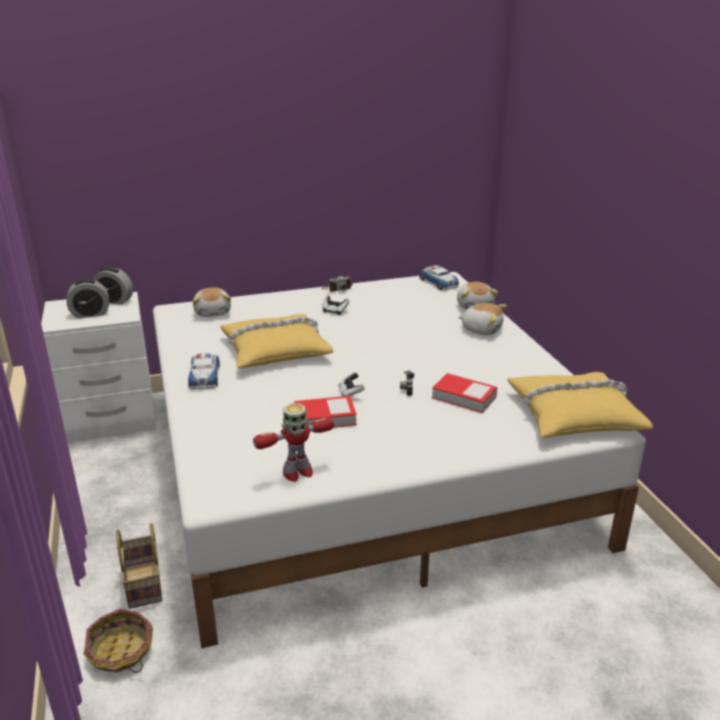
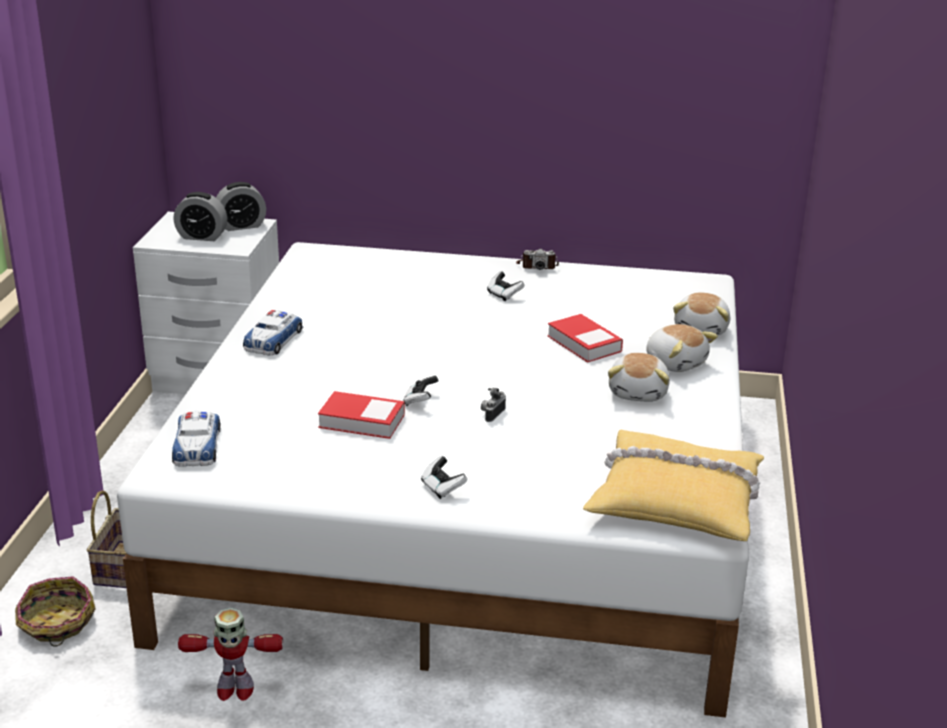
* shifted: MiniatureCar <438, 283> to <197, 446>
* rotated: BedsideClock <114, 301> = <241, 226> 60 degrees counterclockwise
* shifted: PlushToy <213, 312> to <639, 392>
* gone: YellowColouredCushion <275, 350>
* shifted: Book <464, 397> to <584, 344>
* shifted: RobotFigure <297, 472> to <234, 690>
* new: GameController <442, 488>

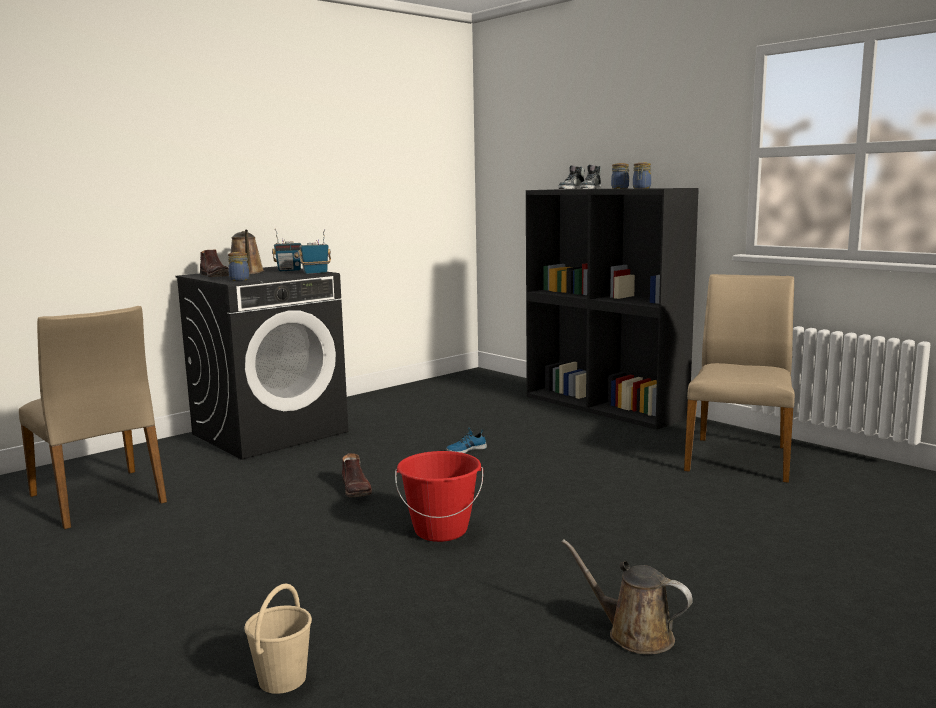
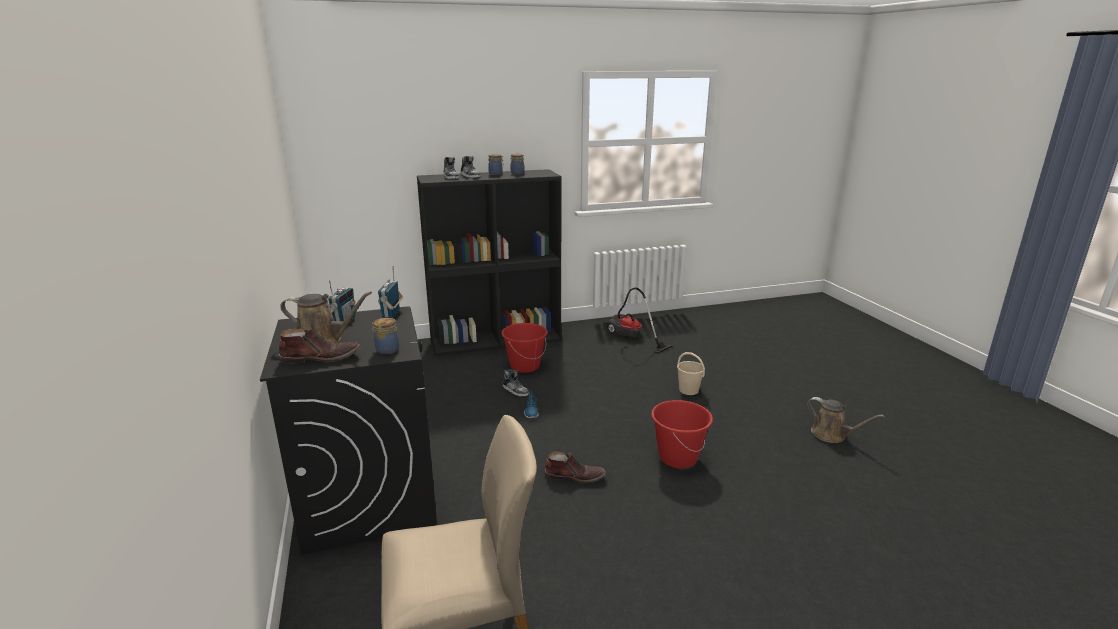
* swapped: BeigeUprightChair <739, 458> to VacuumCleaner <630, 338>
* rotated: BrownWateringPot <634, 634> = <832, 435> 105 degrees counterclockwise
* shifted: BeigeWaterBucket <283, 679> to <688, 390>
* new: RedColouredWaterBucket <525, 366>
* new: Shoe <515, 390>

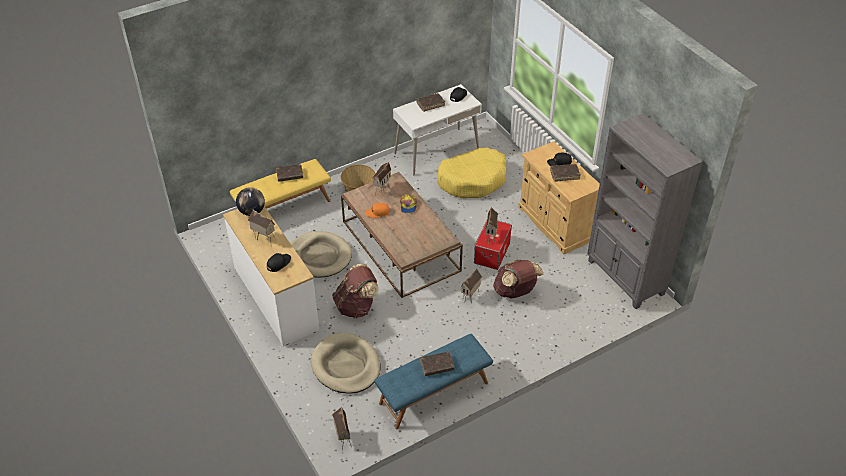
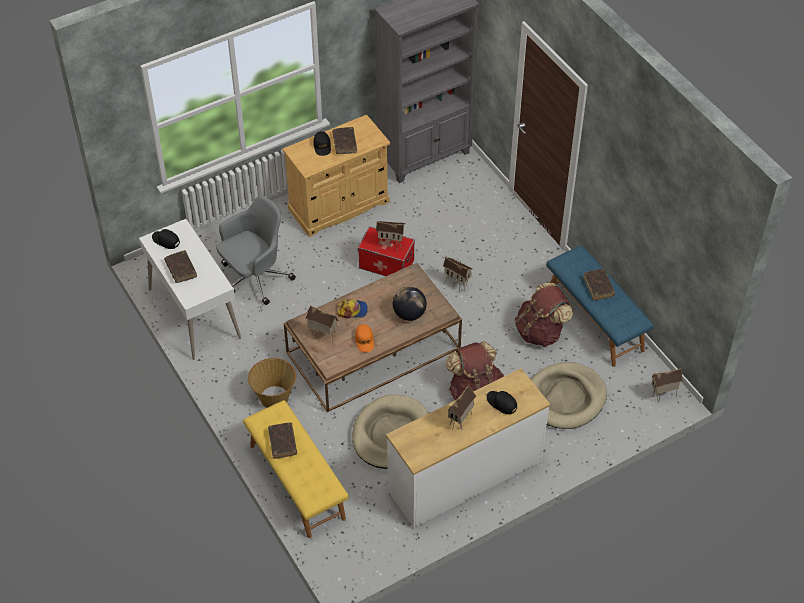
* swapped: YellowColouredDogBed <472, 180> to GrayComputerChair <255, 278>
* shifted: WorldGlobe <252, 211> to <409, 314>
* shifted: BrownRucksack <515, 292> to <540, 332>

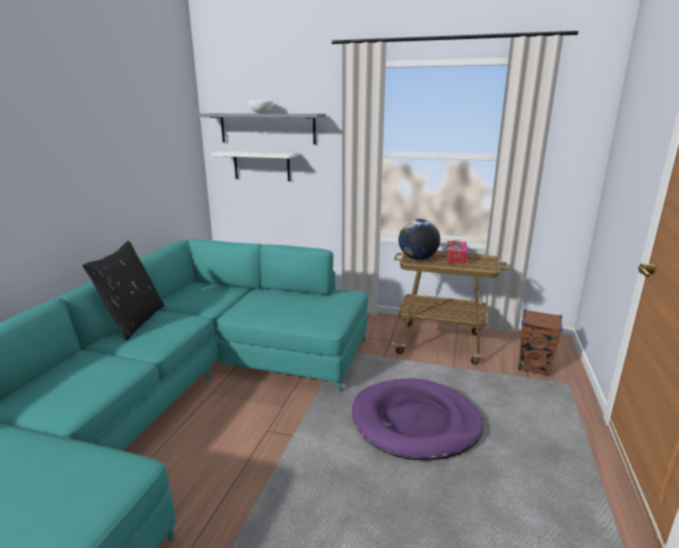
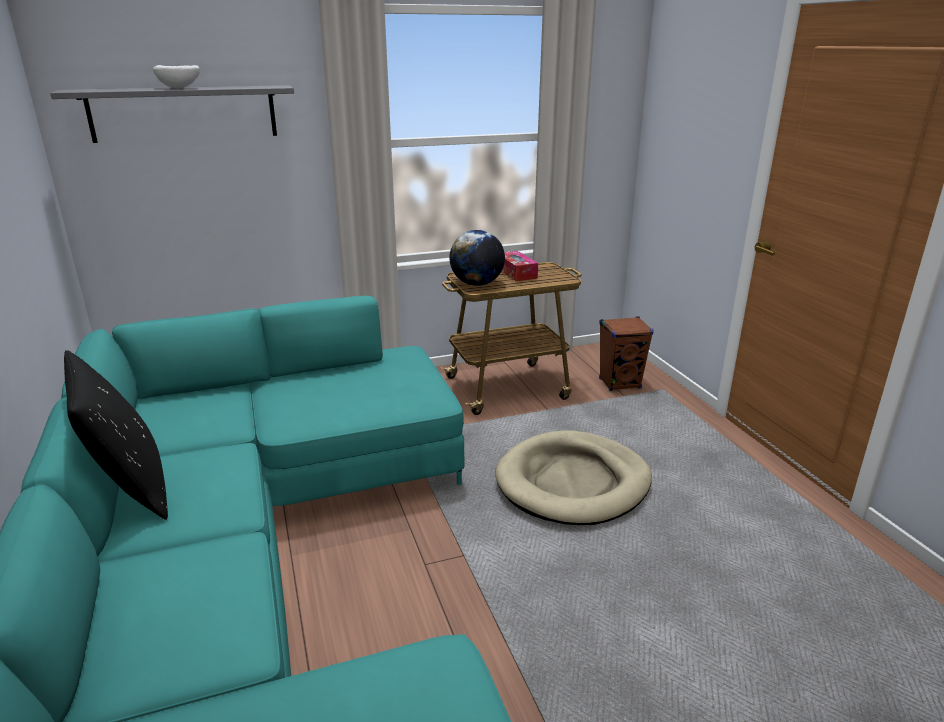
* gone: WhiteColouredShelf <261, 166>
* repainted: PurpleDogBed <415, 422> to BeigeDogBed <573, 483>

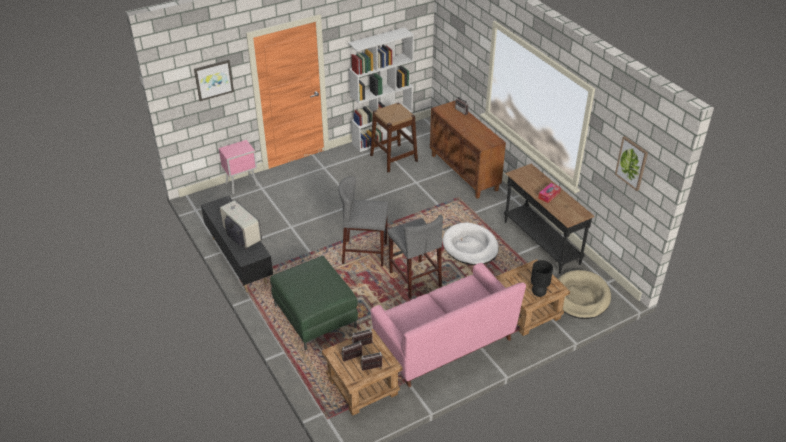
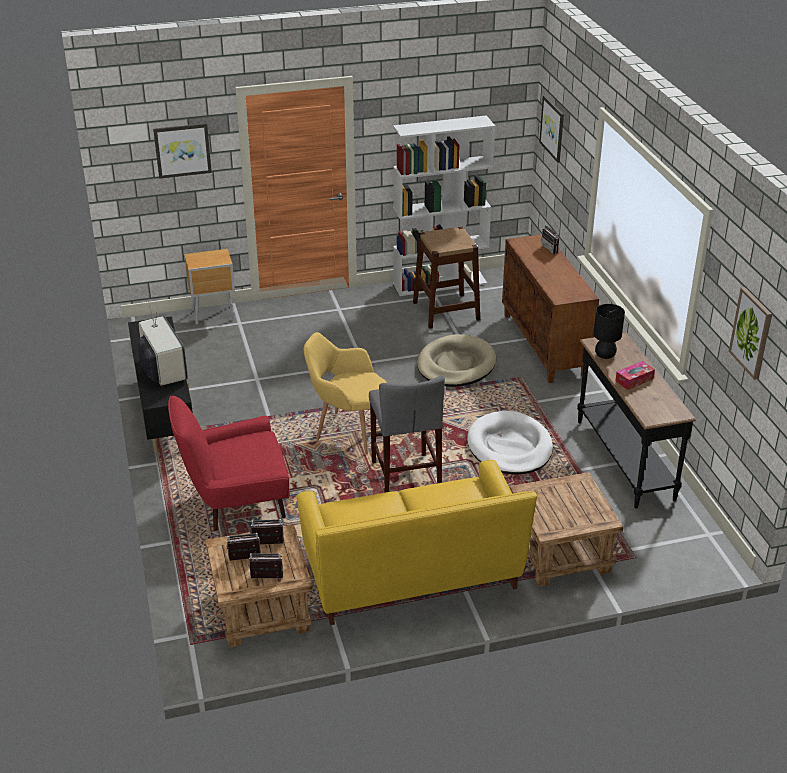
* repainted: PinkishNightstand <242, 185> to BrownNightstand <215, 315>
* swapped: GraySittingStool <365, 253> to YellowColouredEasyChair <347, 431>
* swapped: GreenishPouffe <315, 317> to RedColouredEasyChair <236, 503>
* shifted: BlackLampForATable <538, 293> to <605, 355>
* repainted: PinkishCouch <444, 343> to YellowColouredCouch <411, 574>
* shifted: BeigeDogBed <581, 297> to <456, 365>
* new: WallArt <552, 128>

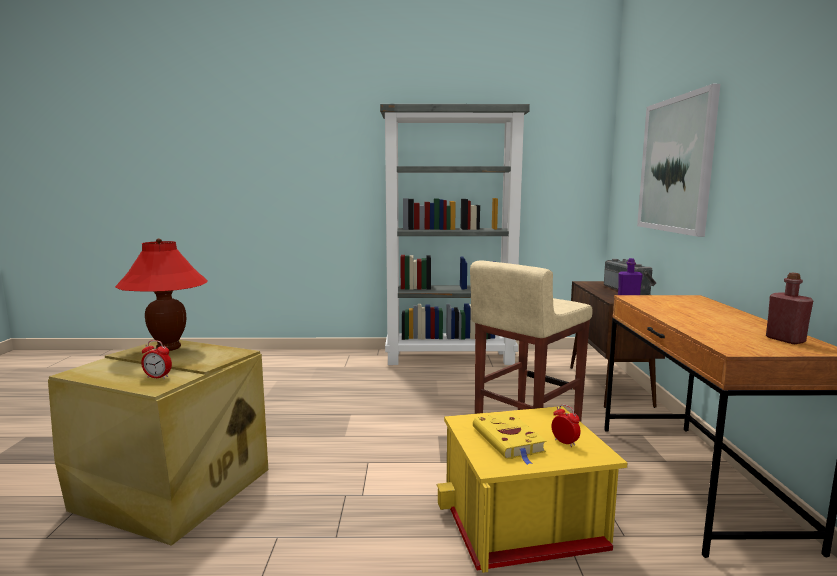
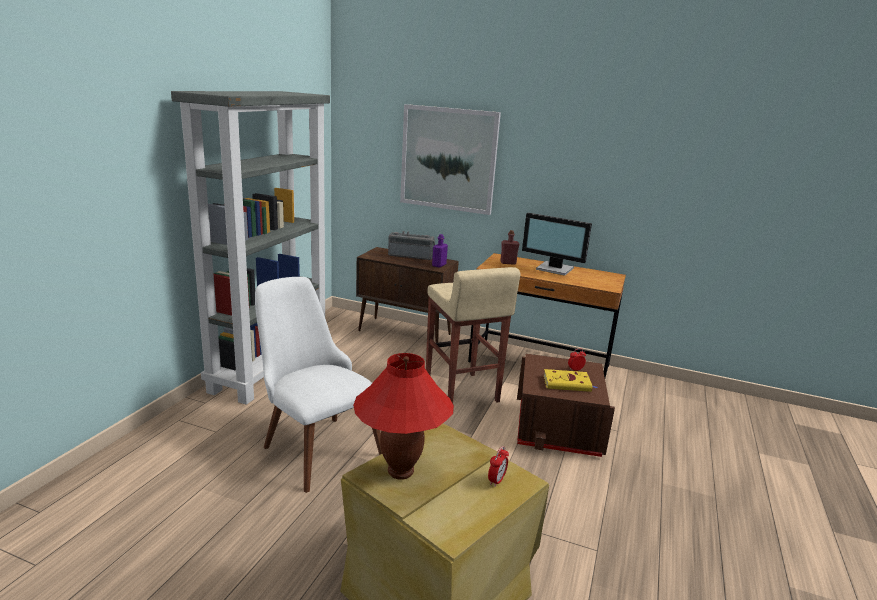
* shifted: RedColouredBottle <785, 340> to <508, 263>
* repainted: YellowColouredStorageBox <524, 522> to BrownStorageBox <558, 428>
* new: ComputerScreen <555, 269>
* new: WhiteColouredUprightChair <314, 444>

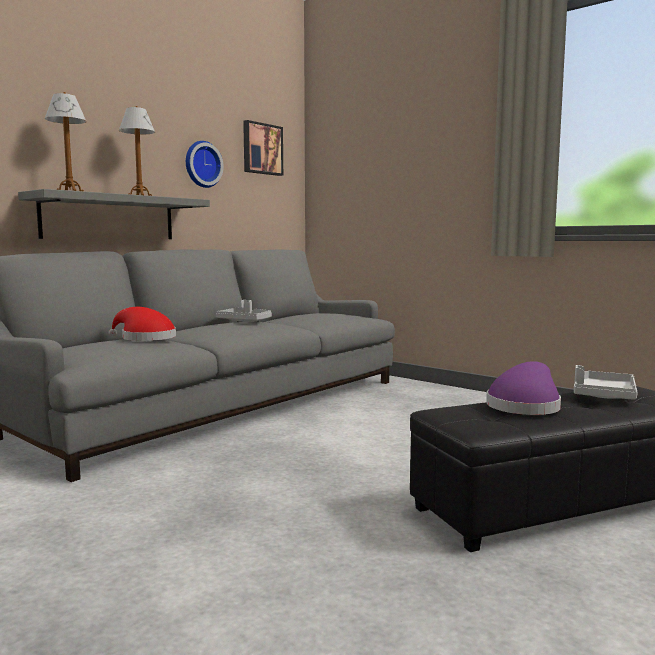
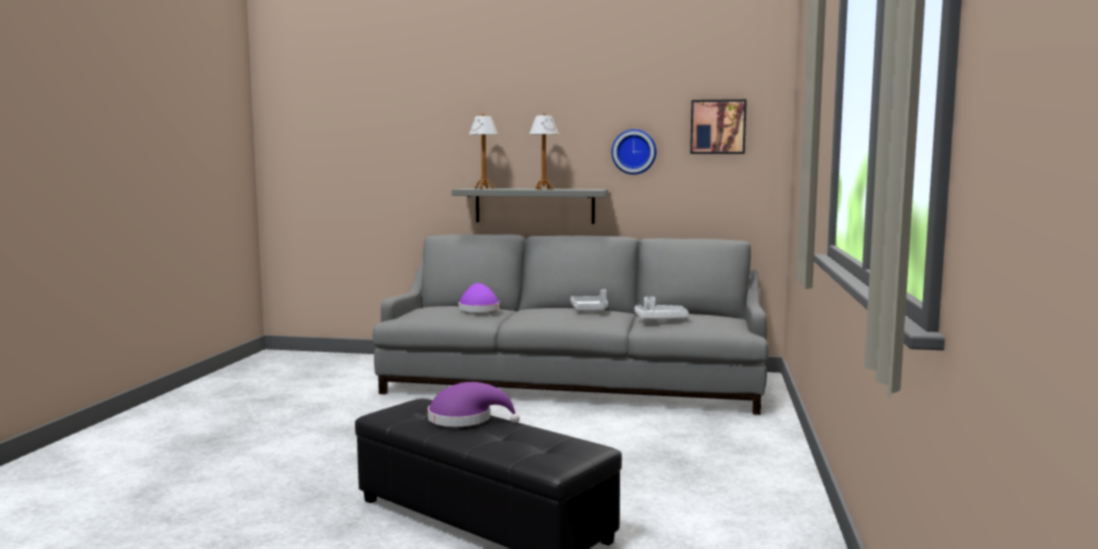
* repainted: RedColouredClothingHat <145, 338> to PurpleClothingHat <478, 309>
* shifted: WhiteColouredServingTray <603, 395> to <660, 319>

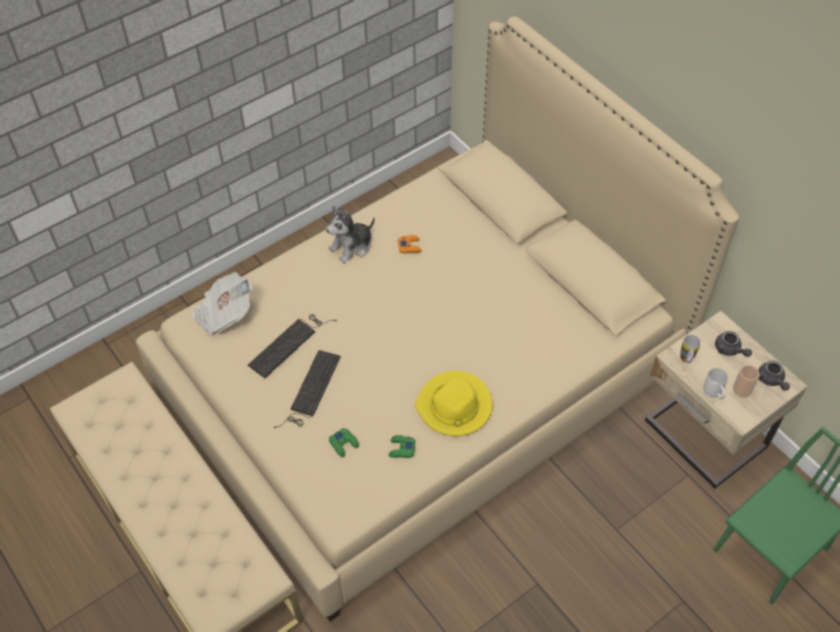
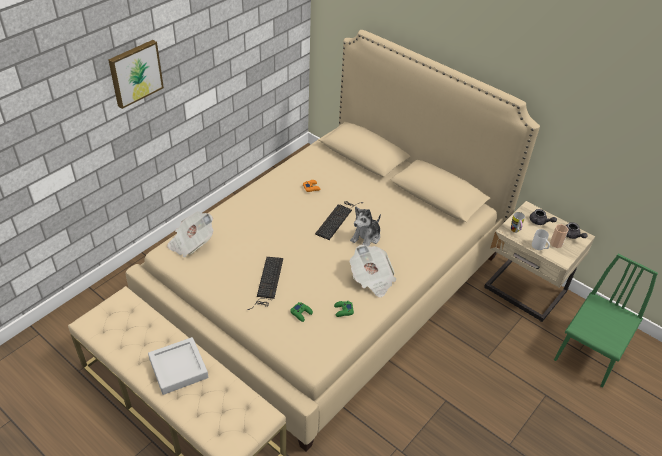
* shifted: PlushToy <352, 246> to <366, 237>
* shifted: PcKeyboard <289, 343> to <337, 218>
* swapped: YellowColouredClothingHat <454, 406> to PrintedPaper <372, 279>
* new: WallArt <135, 73>
* new: GrayServingTray <178, 368>

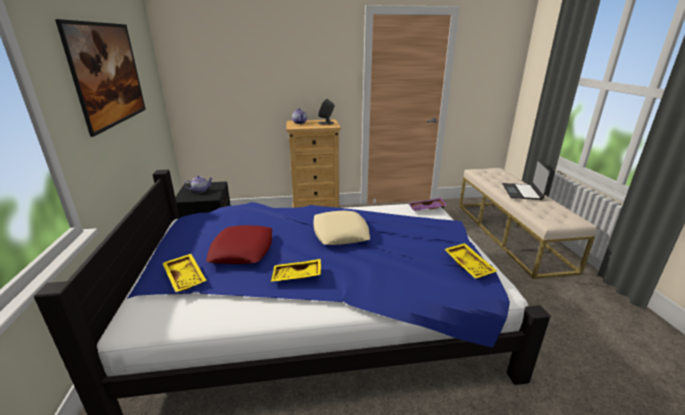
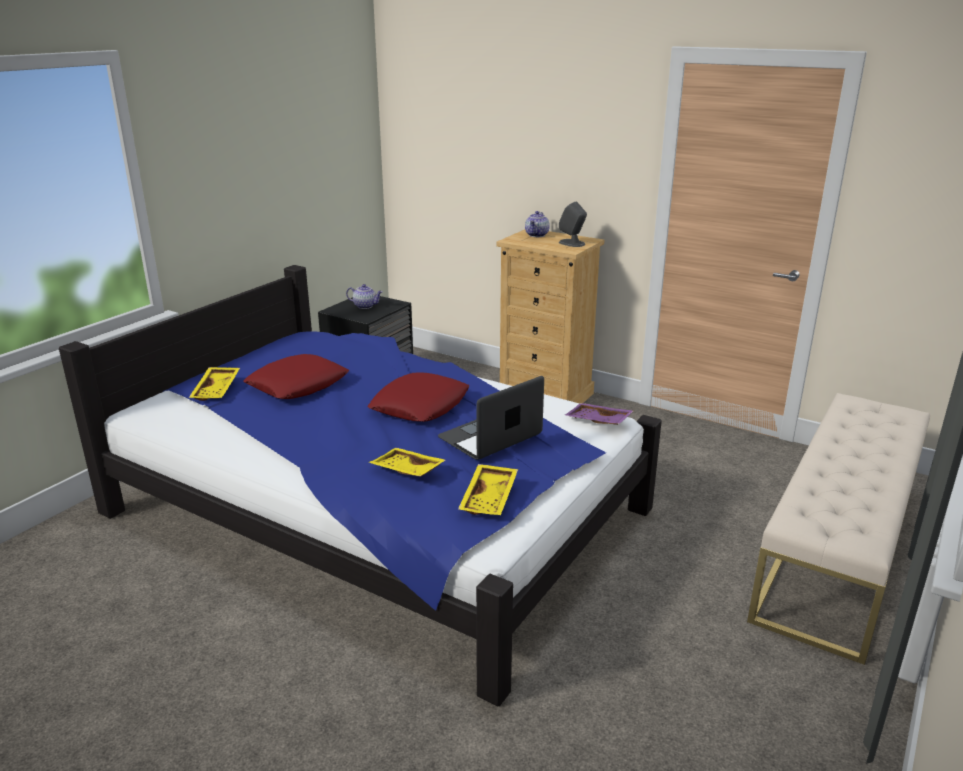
* gone: WallArt <115, 98>
* shifted: PortableComputer <521, 191> to <490, 436>
* repainted: BeigeCushion <340, 233> to RedColouredCushion <420, 405>
* shifted: YellowColouredServingTray <297, 276> to <406, 471>

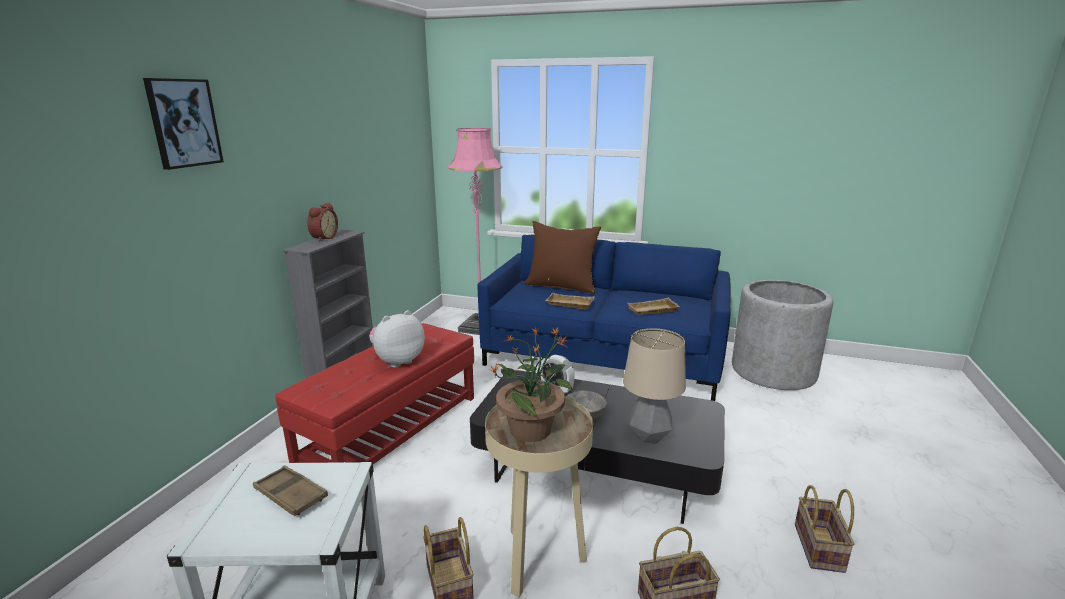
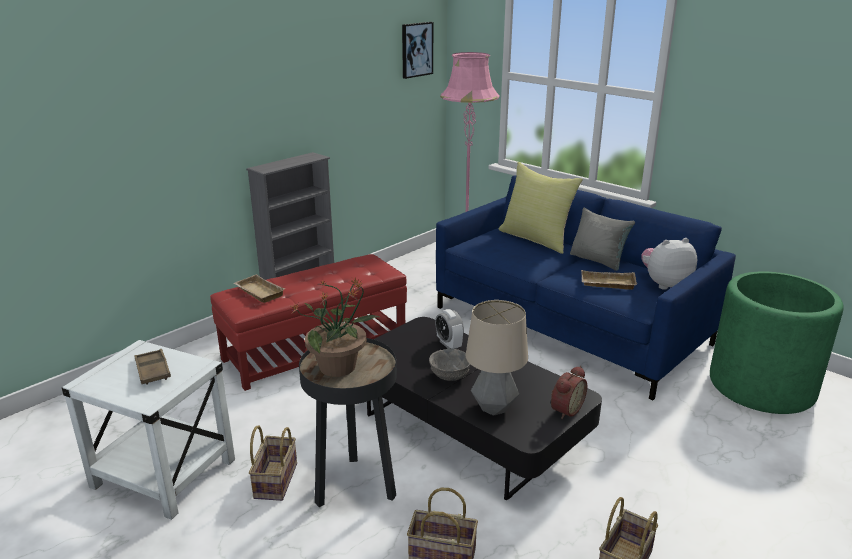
* shifted: WallArt <183, 123> to <416, 49>
* shifted: BedsideClock <323, 238> to <565, 409>
* repainted: BrownCushion <562, 286> to YellowColouredCushion <536, 239>
* repainted: GrayPlantPot <773, 371> to GreenishPlantPot <761, 386>
* shifted: BeigeServingTray <569, 304> to <258, 292>
* shifted: PlushToy <398, 361> to <664, 284>
* repainted: BeigeSideTable <537, 561> to BlackSideTable <354, 487>
* new: GrayCushion <598, 260>

